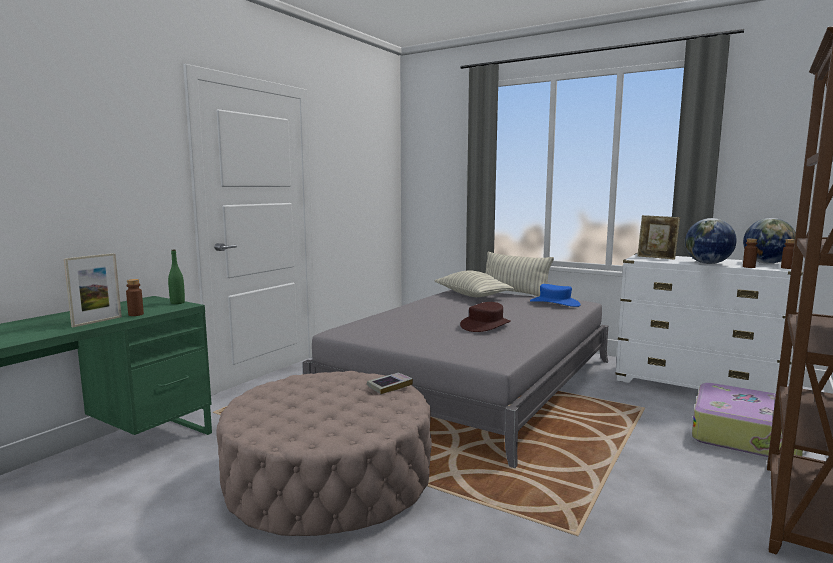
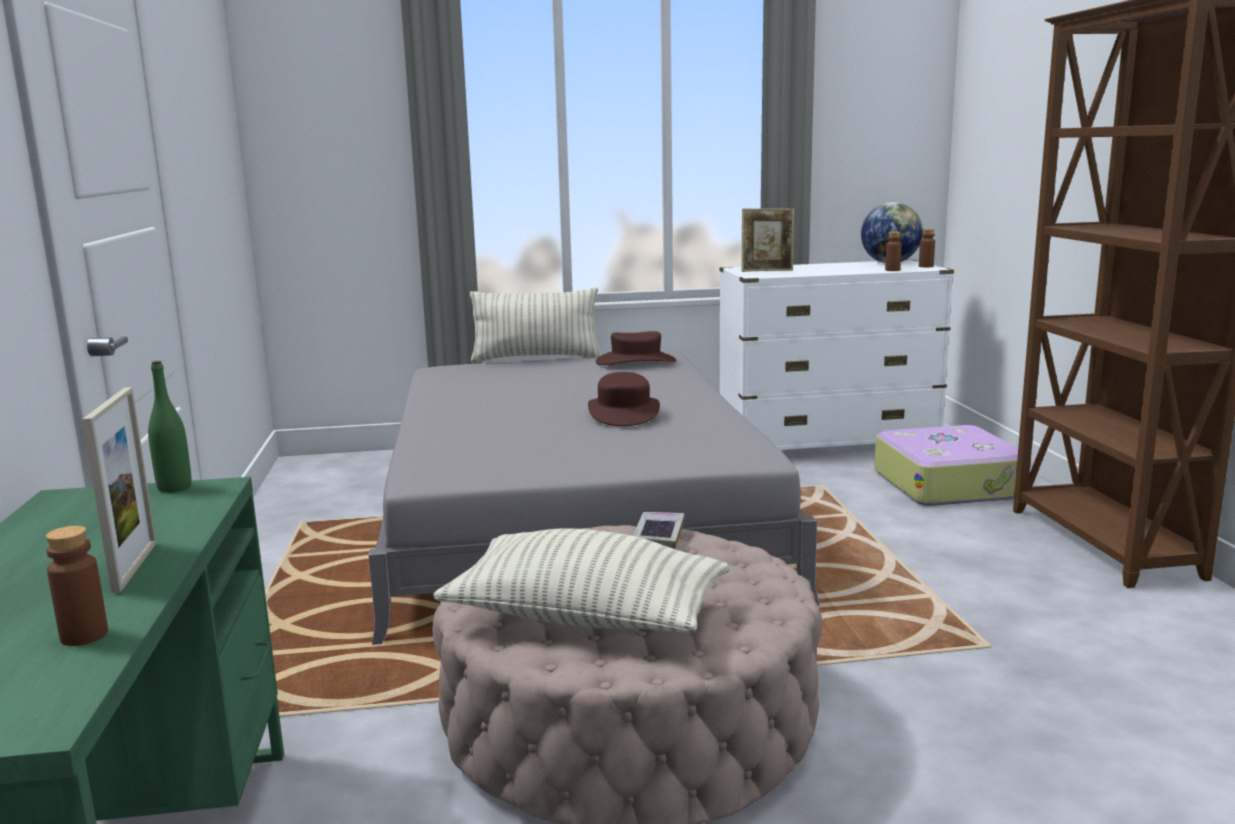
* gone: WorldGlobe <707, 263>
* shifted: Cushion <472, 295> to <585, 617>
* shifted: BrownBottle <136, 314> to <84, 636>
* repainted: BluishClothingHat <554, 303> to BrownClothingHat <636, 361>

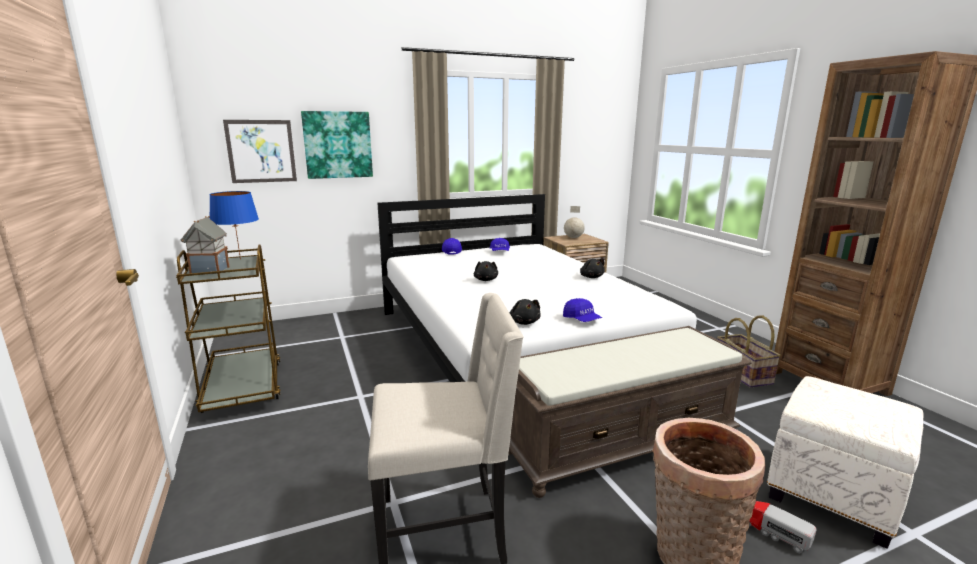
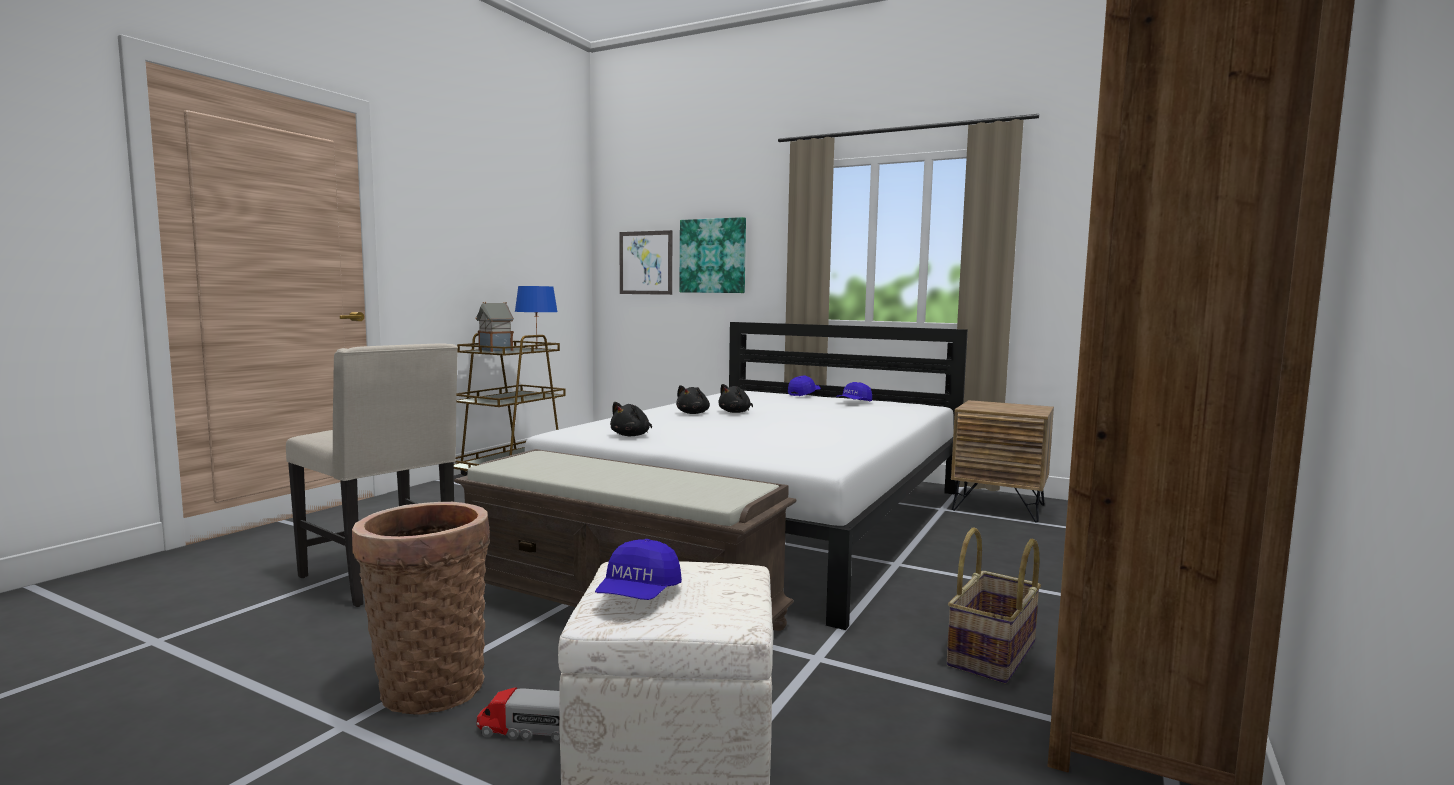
* gone: WorldGlobe <573, 237>
* shifted: BlackPlushToy <591, 277> to <693, 413>
* shifted: BluishBaseballCap <581, 320> to <638, 595>
* rotated: ToyLorry <773, 532> = <526, 730> 90 degrees counterclockwise

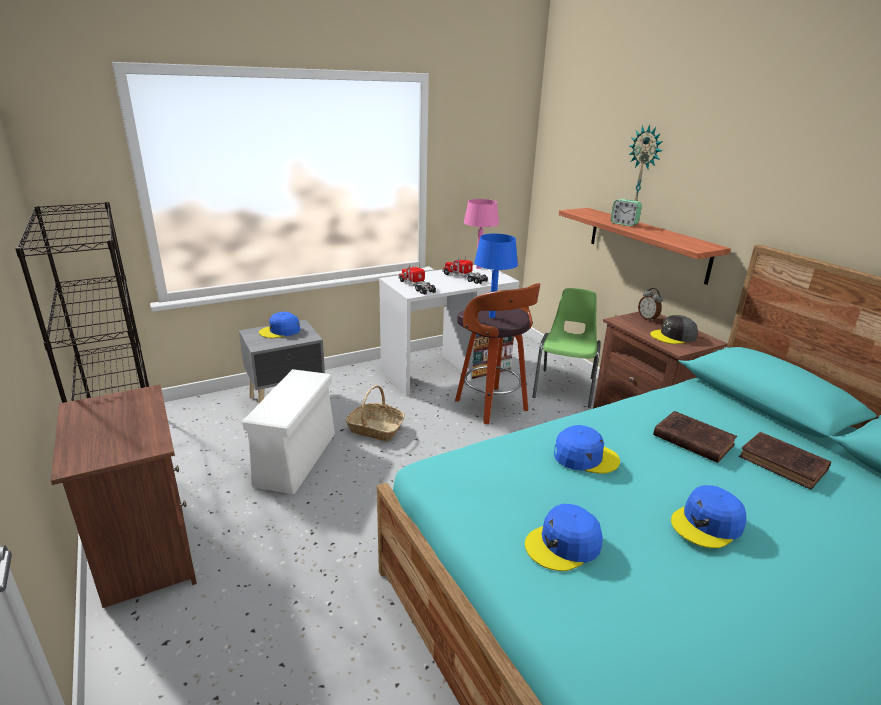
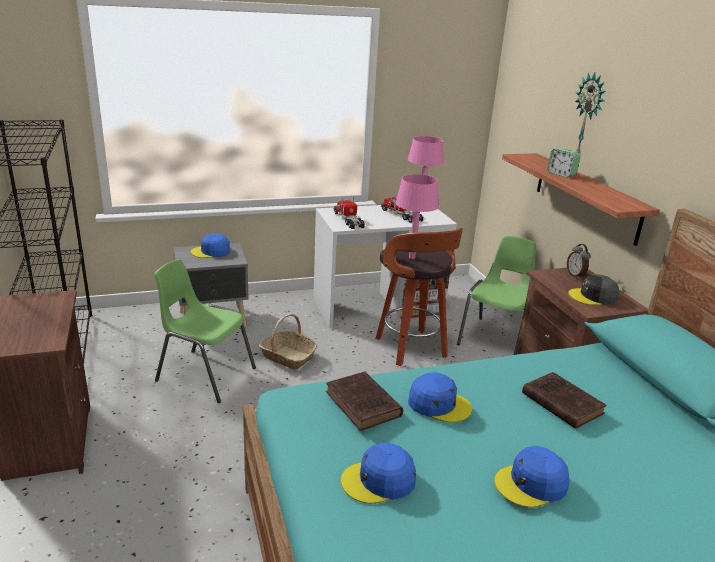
* repainted: BluishLampForATable <492, 316> to PinkishLampForATable <412, 257>
* swapped: WhiteColouredStorageBox <296, 458> to GreenishUprightChair <204, 374>
* shifted: BrownBook <785, 464> to <364, 405>

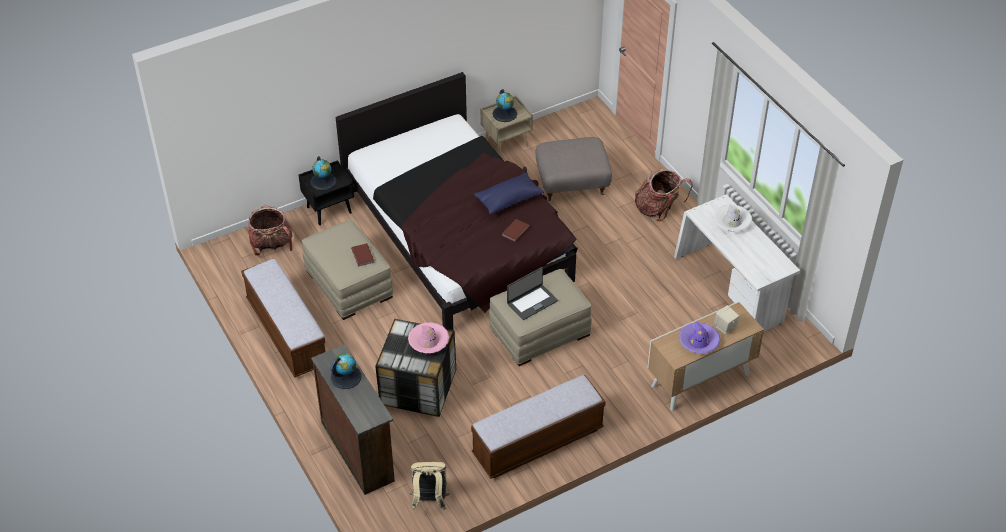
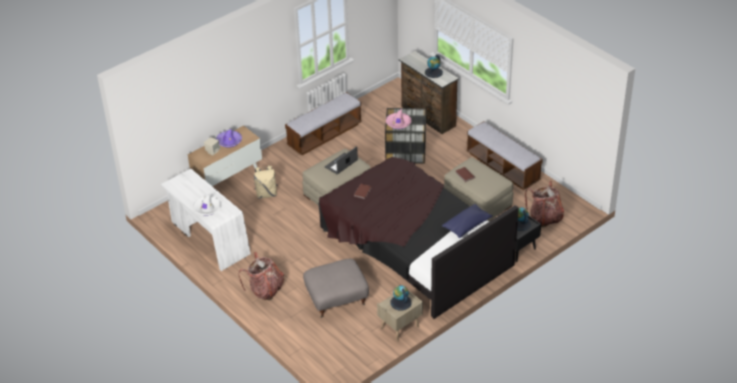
* shifted: BluishCushion <508, 200> to <467, 226>
* shifted: BeigeRucksack <429, 501> to <266, 194>

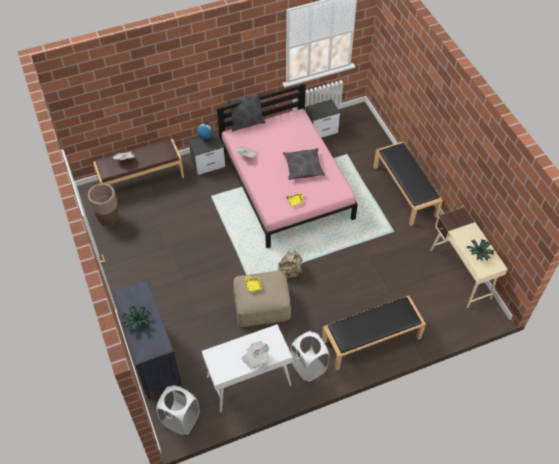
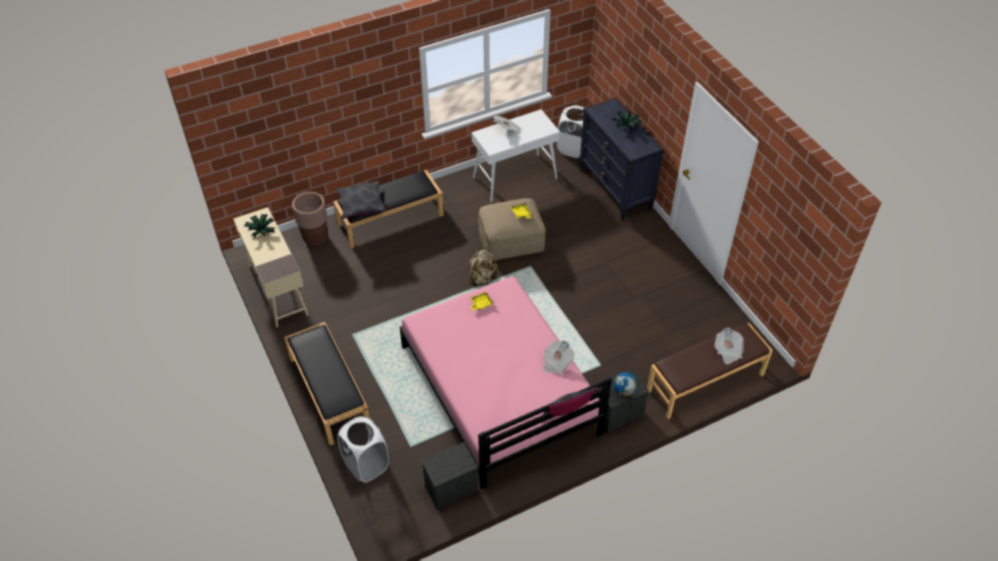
* shifted: GrayCushion <303, 167> to <361, 204>
* shifted: BrownPlantPot <108, 219> to <315, 238>
* shifted: WhiteColouredLaundryBasket <309, 366> to <366, 464>

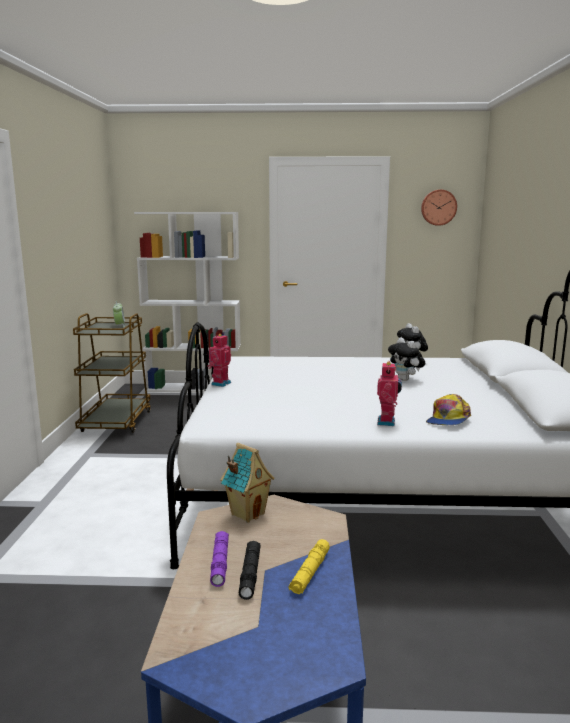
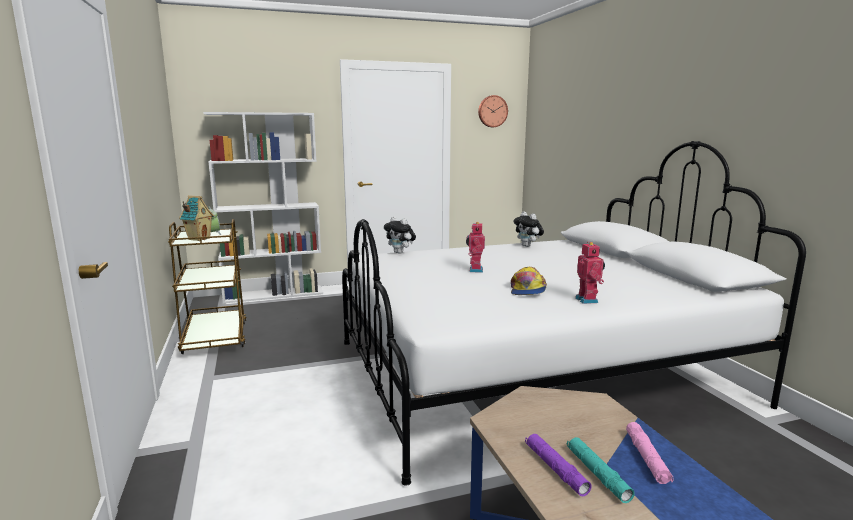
* shifted: RobotFigure <220, 383> to <474, 270>
* shifted: PlushToy <405, 380> to <400, 252>
* shifted: BaseballCap <448, 419> to <527, 290>
* shifted: ModelHouse <247, 513> to <199, 239>
* repainted: YellowColouredFlashlight <310, 572> to PinkishFlashlight <647, 458>
* repainted: BlackFlashlight <250, 574> to TurquoiseColouredFlashlight <597, 474>

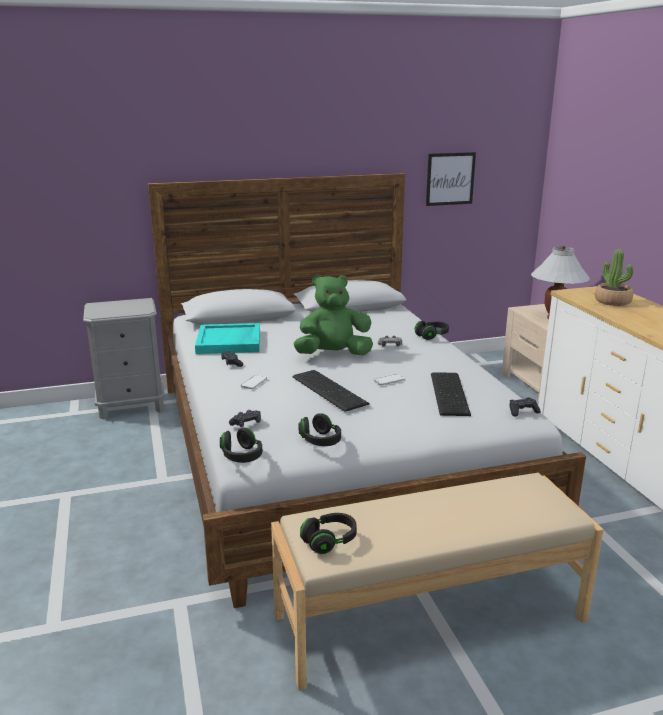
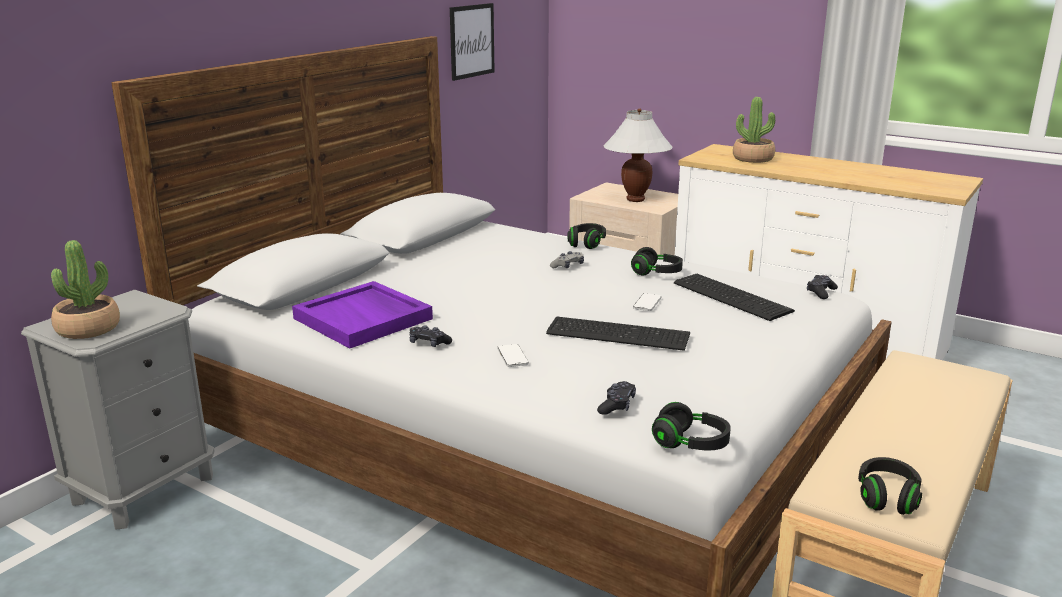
* gone: GreenishPlushToy <333, 355>
* repainted: TurquoiseColouredServingTray <229, 342> to PurpleServingTray <364, 318>
* shifted: BlackHeadset <320, 441> to <656, 273>
* new: PottedPlant <88, 329>

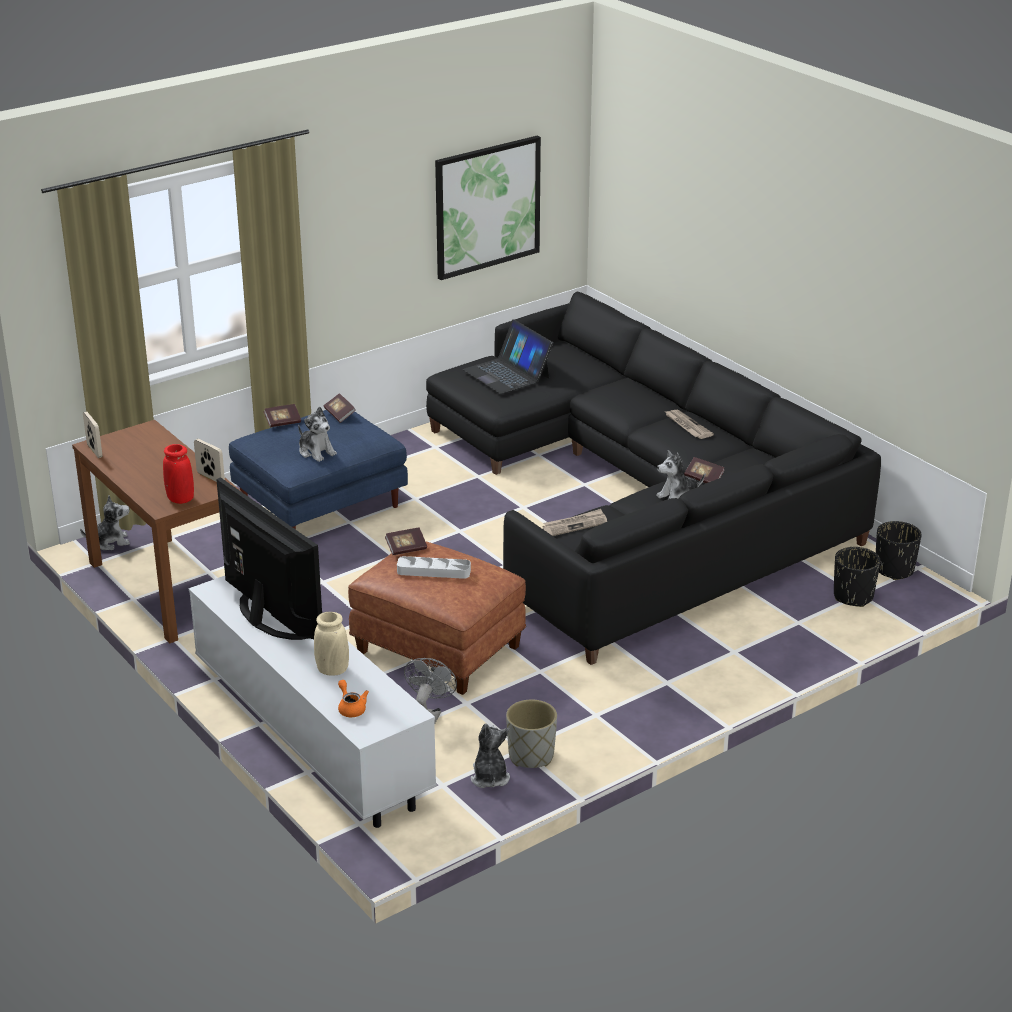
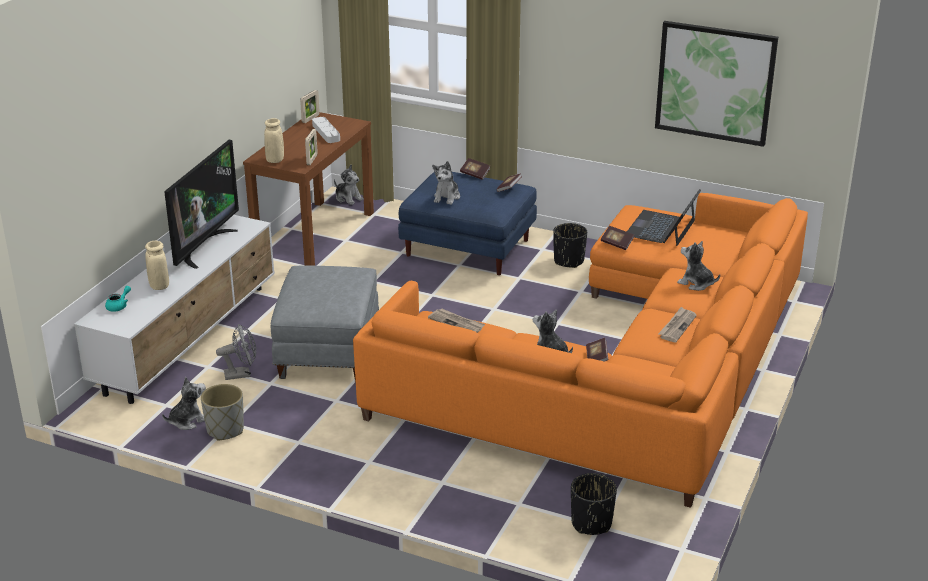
* repainted: BlackCouch <640, 501> to OrangeColouredCouch <627, 371>
* repainted: RedColouredVase <180, 499> to BeigeVase <275, 160>
* shifted: BlackPlantPot <894, 570> to <569, 261>
* shifted: Book <406, 548> to <617, 243>
* repainted: BrownPouffe <436, 649> to GrayPouffe <327, 350>
* shifted: GrayServingTray <433, 571> to <326, 132>
* repainted: OrangeColouredTeaPot <351, 708> to TurquoiseColouredTeaPot <119, 306>
* new: PlushToy <696, 283>

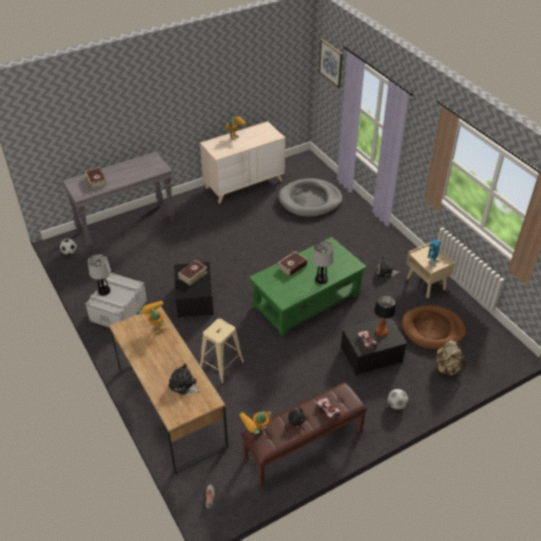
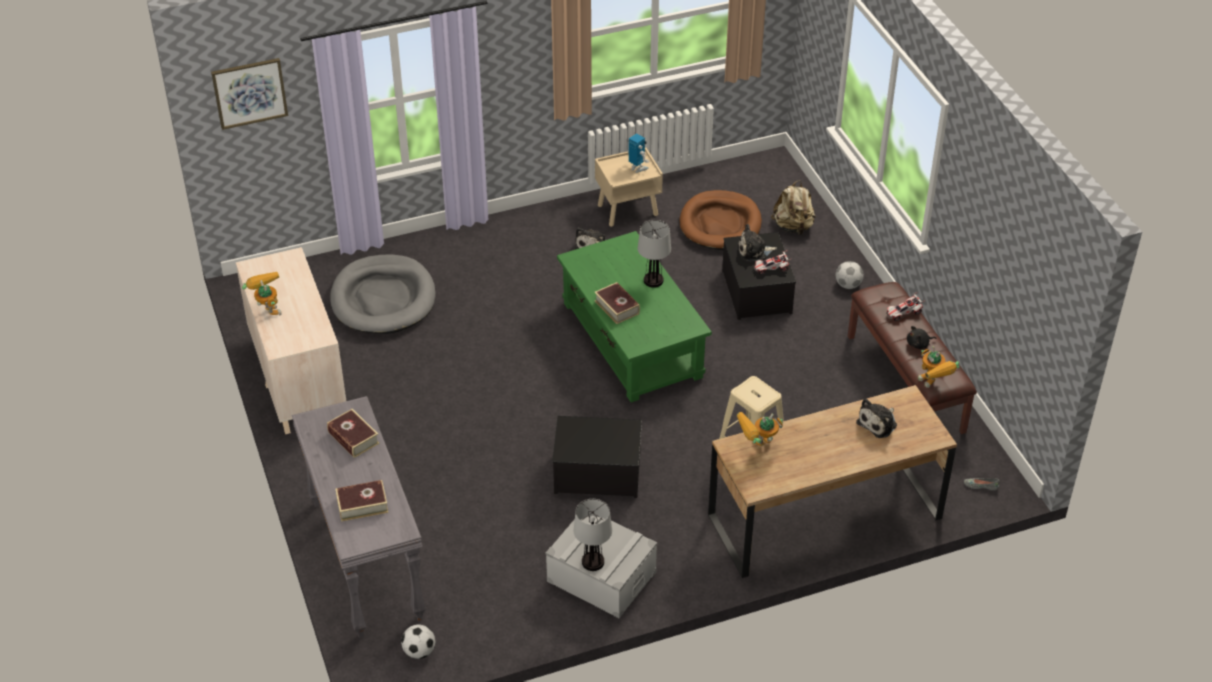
* shifted: Book <193, 275> to <353, 438>
* swapped: LampForATable <381, 332> to PlushToy <754, 251>

